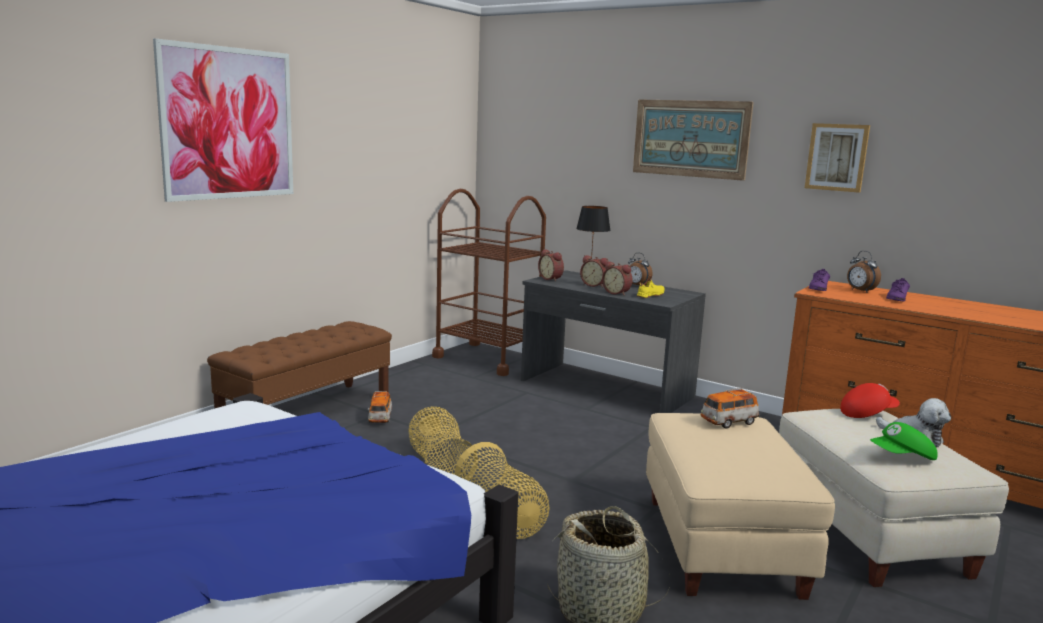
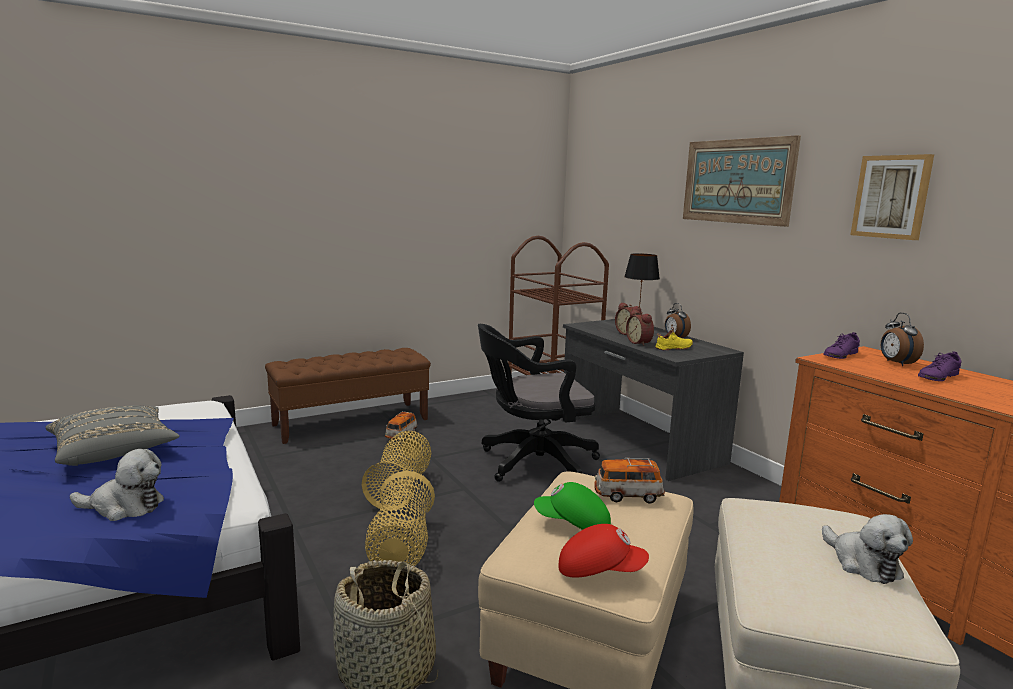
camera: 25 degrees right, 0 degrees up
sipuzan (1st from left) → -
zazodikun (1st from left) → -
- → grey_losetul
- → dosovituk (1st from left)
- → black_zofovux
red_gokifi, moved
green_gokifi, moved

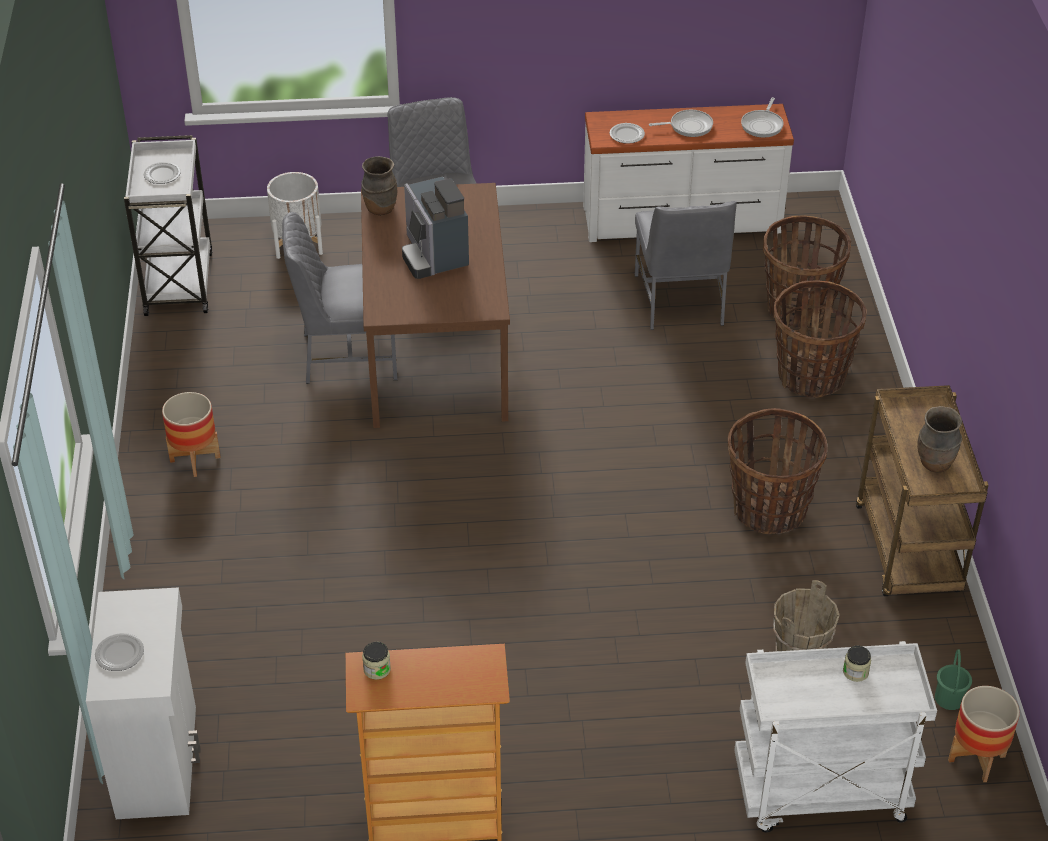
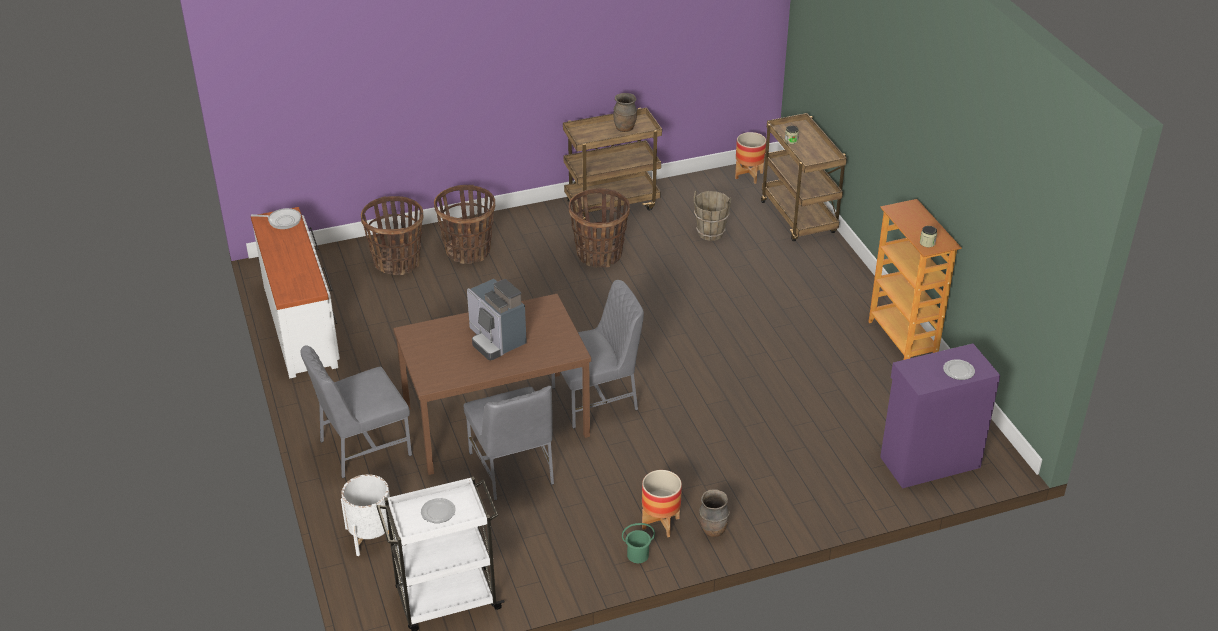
camera: 105 degrees left, 5 degrees down
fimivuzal (3rd from left) → -
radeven (1st from left) → -
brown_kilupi (1st from left in the first image) → brown_kilupi (2nd from left), moved
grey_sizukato (3rd from left), moved
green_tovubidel, moved
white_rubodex → purple_rubodex
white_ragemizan (2nd from left) → brown_ragemizan (2nd from left)
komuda, 90 degrees clockwise

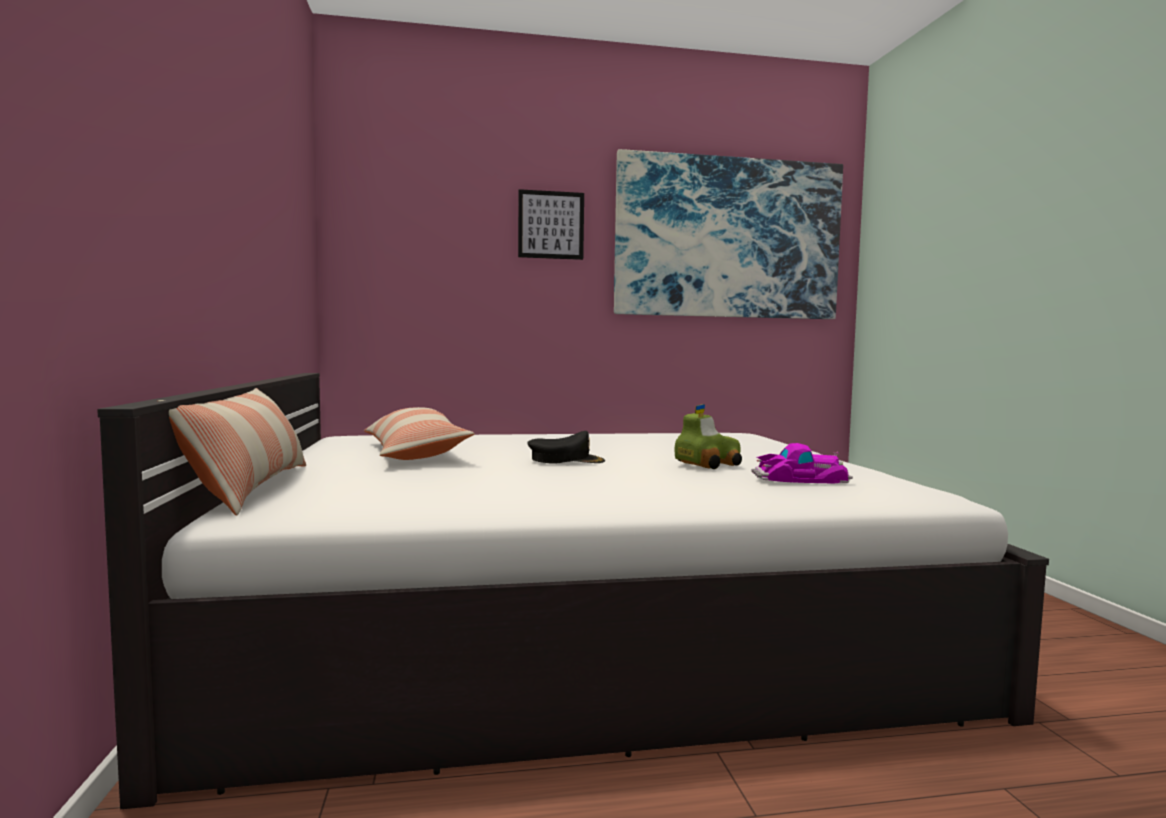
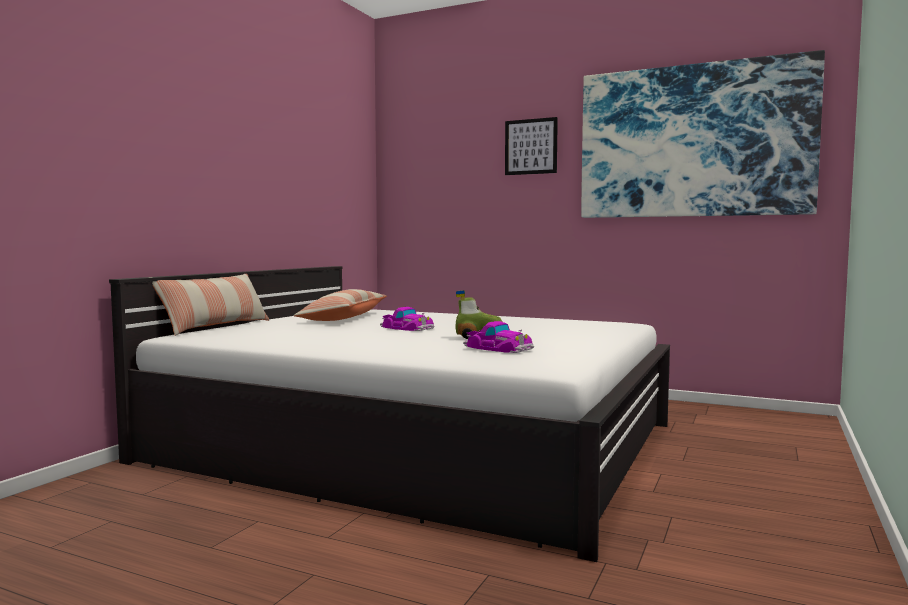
camera: 35 degrees right, 0 degrees up
black_gokifi → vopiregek (1st from left)

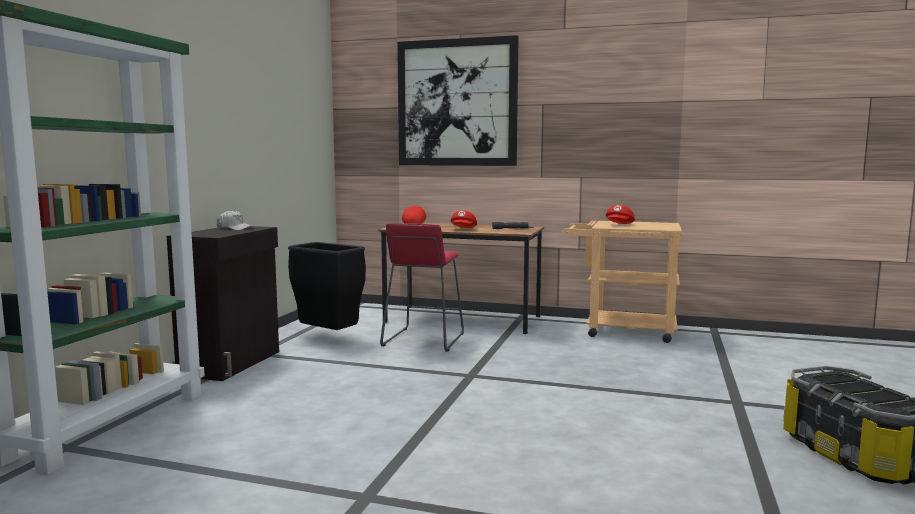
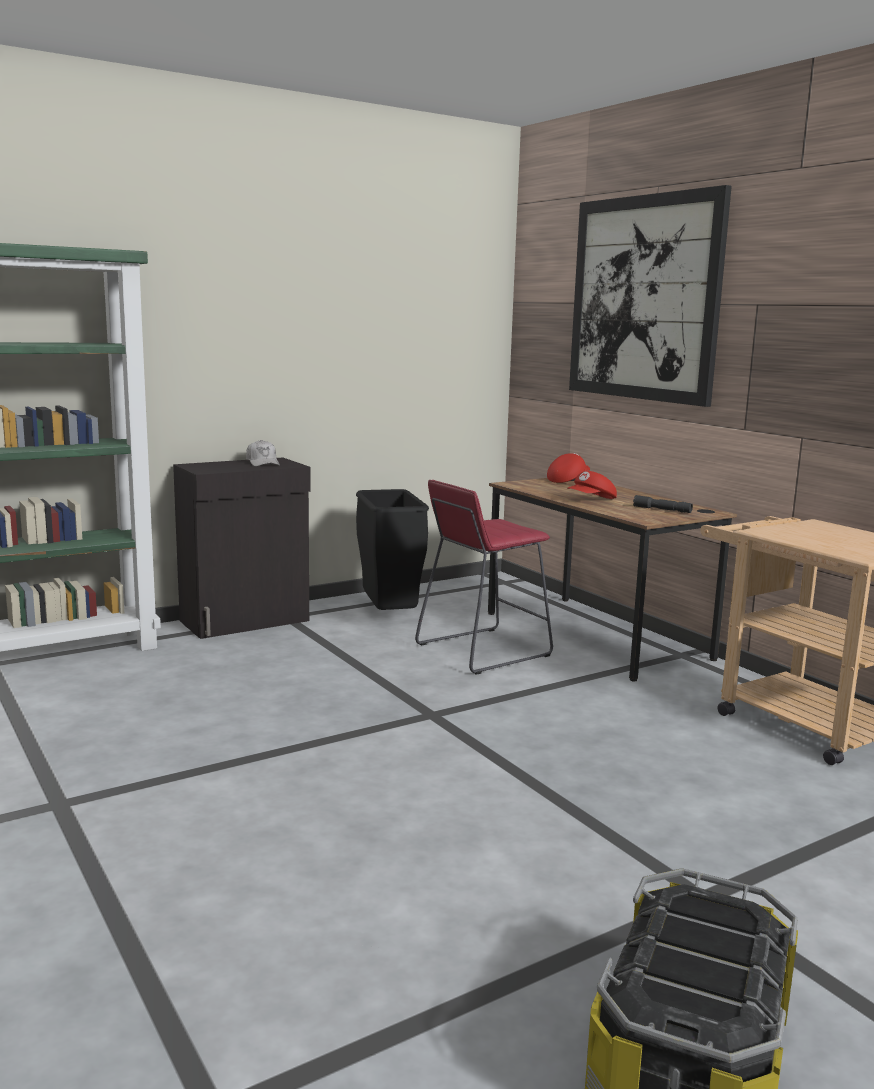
camera: 40 degrees right, 5 degrees up
red_gokifi (3rd from left) → -

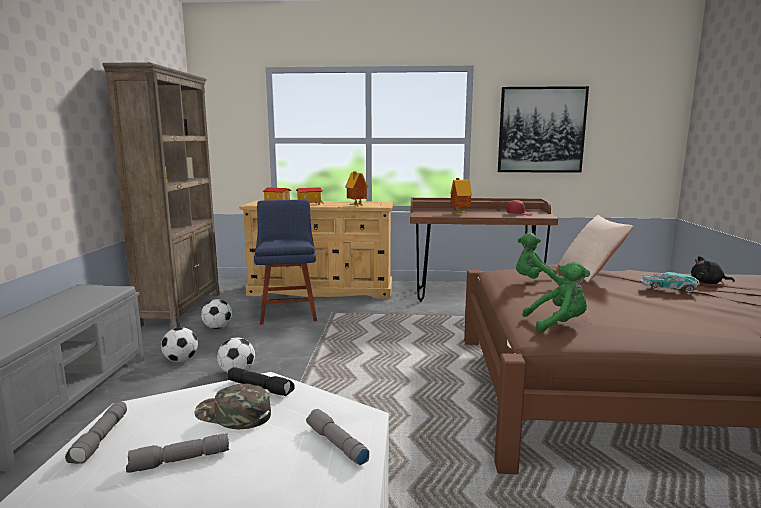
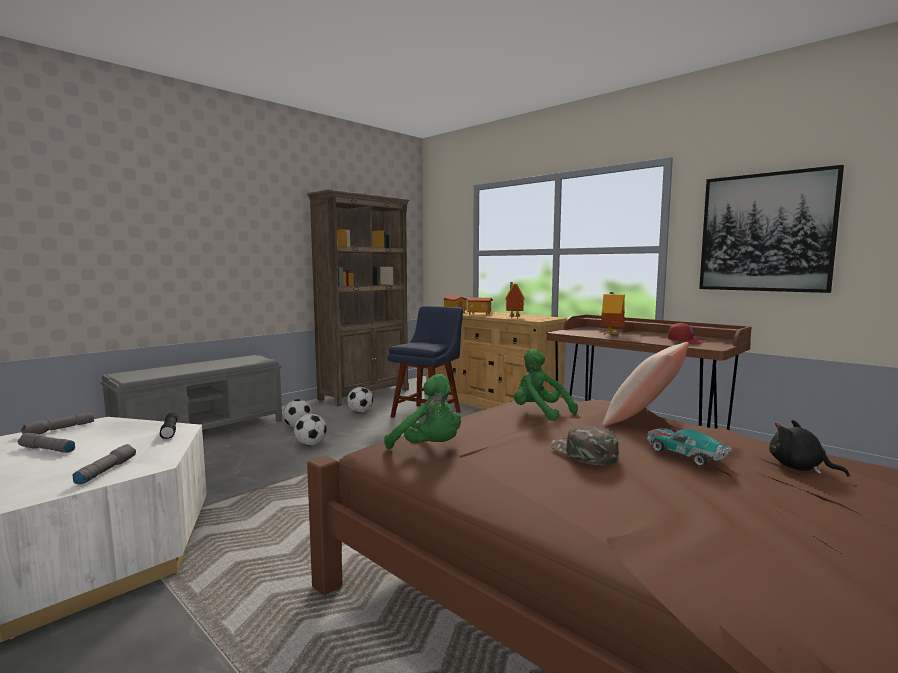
camera: 40 degrees right, 5 degrees down
green_gokifi, moved

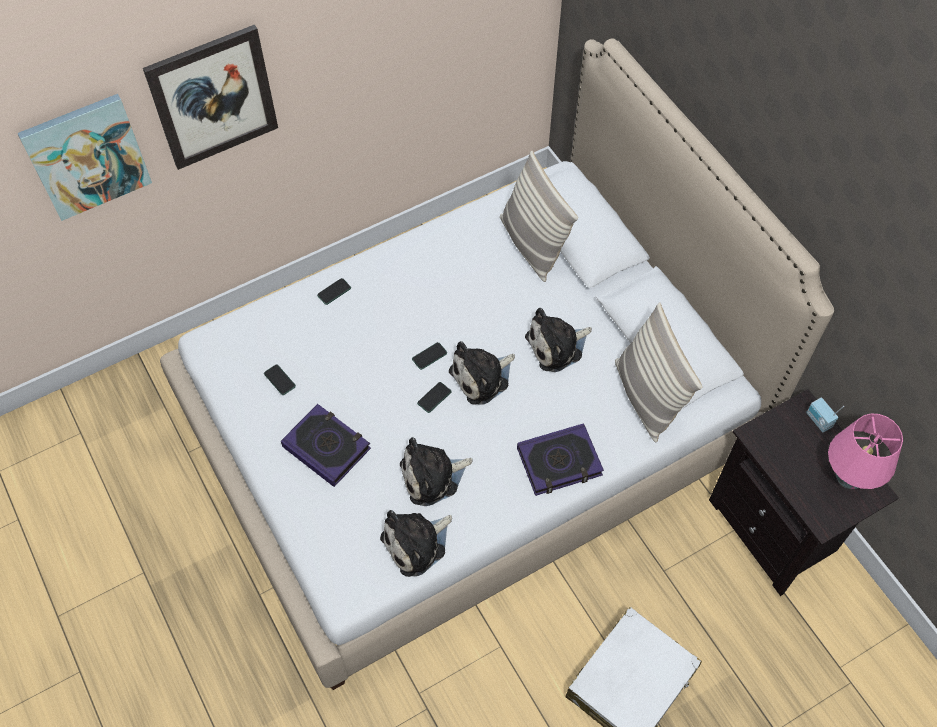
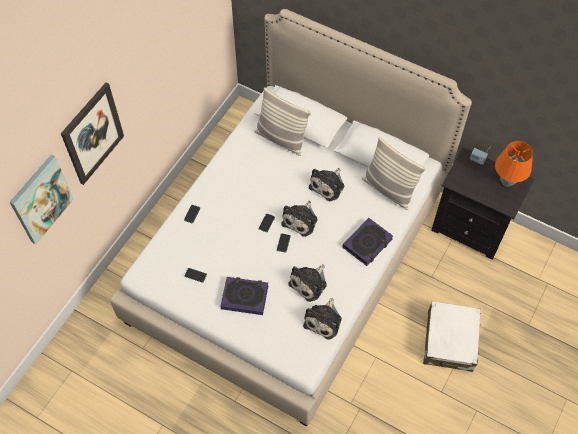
camera: 30 degrees left, 0 degrees up
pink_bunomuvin → orange_bunomuvin

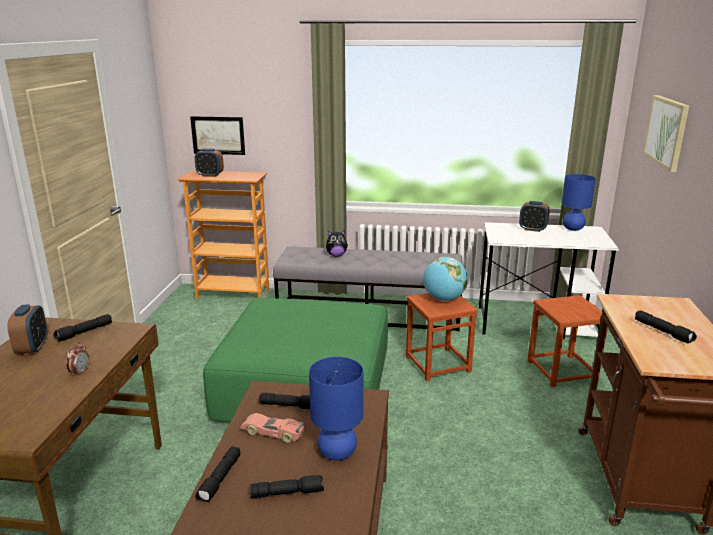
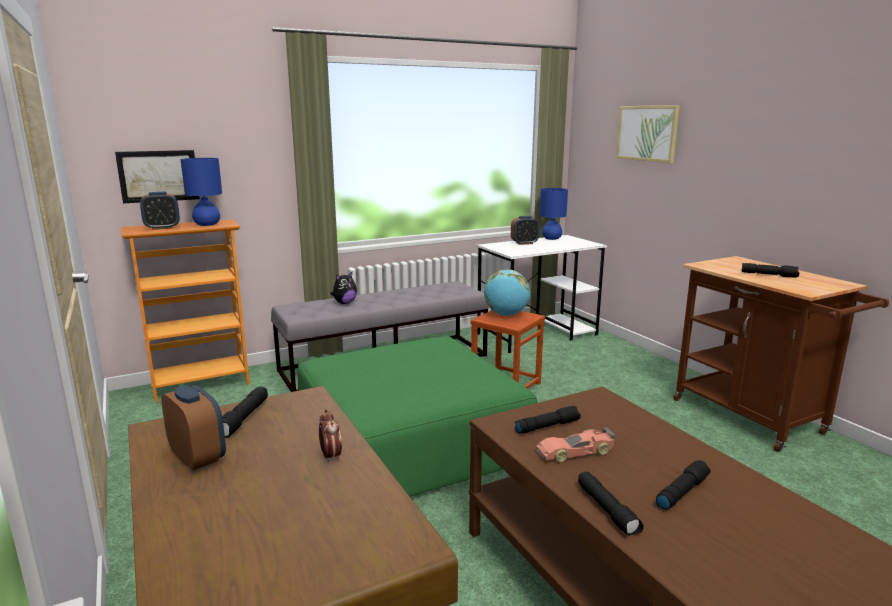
camera: 35 degrees left, 5 degrees down
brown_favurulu (2nd from left) → -
blue_bunomuvin (1st from left), moved

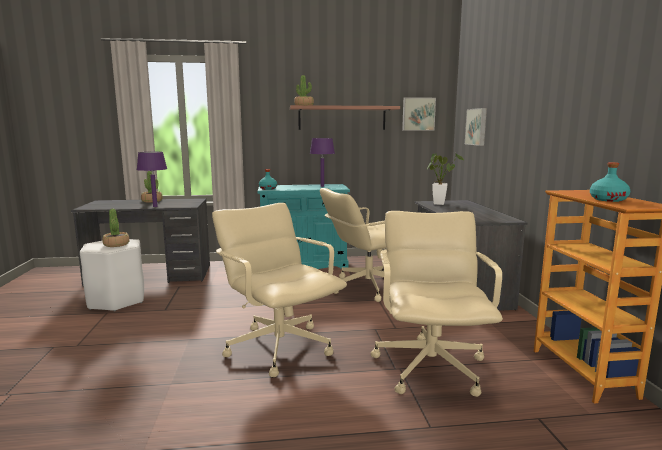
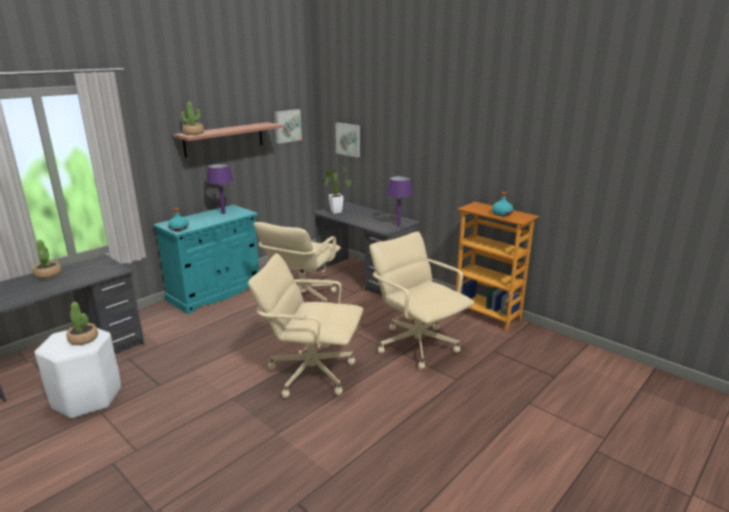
camera: 40 degrees left, 10 degrees up
purple_bunomuvin (1st from left in the first image) → purple_bunomuvin (2nd from left), moved

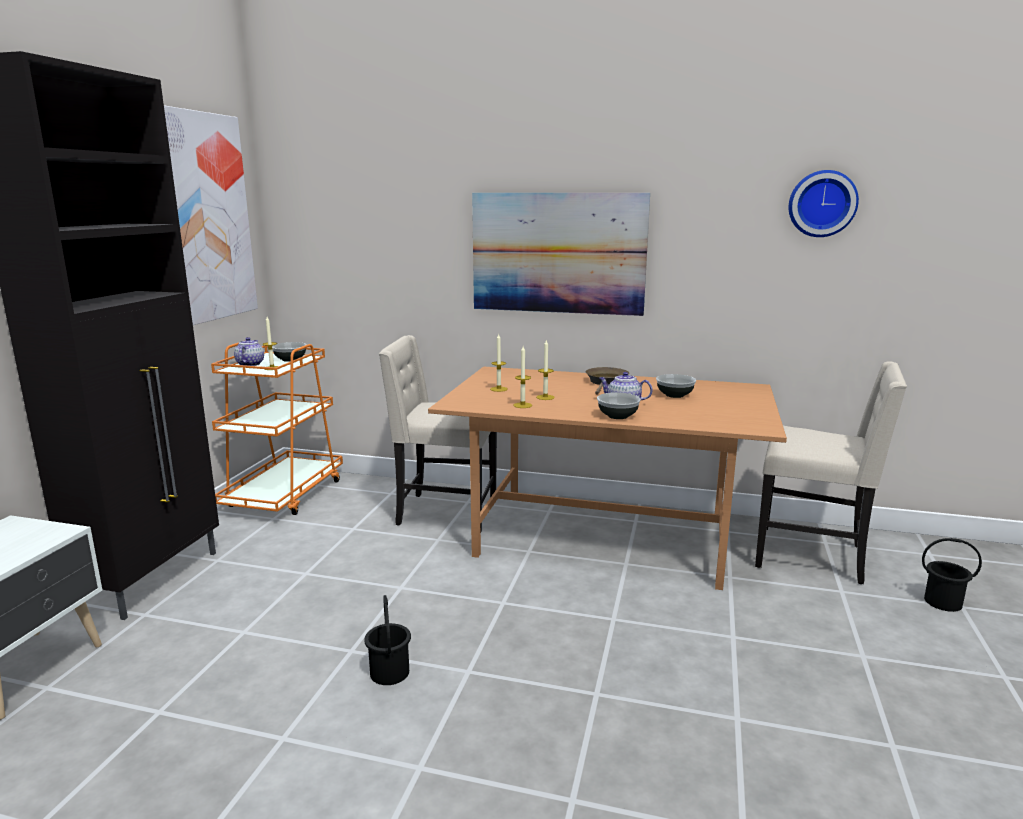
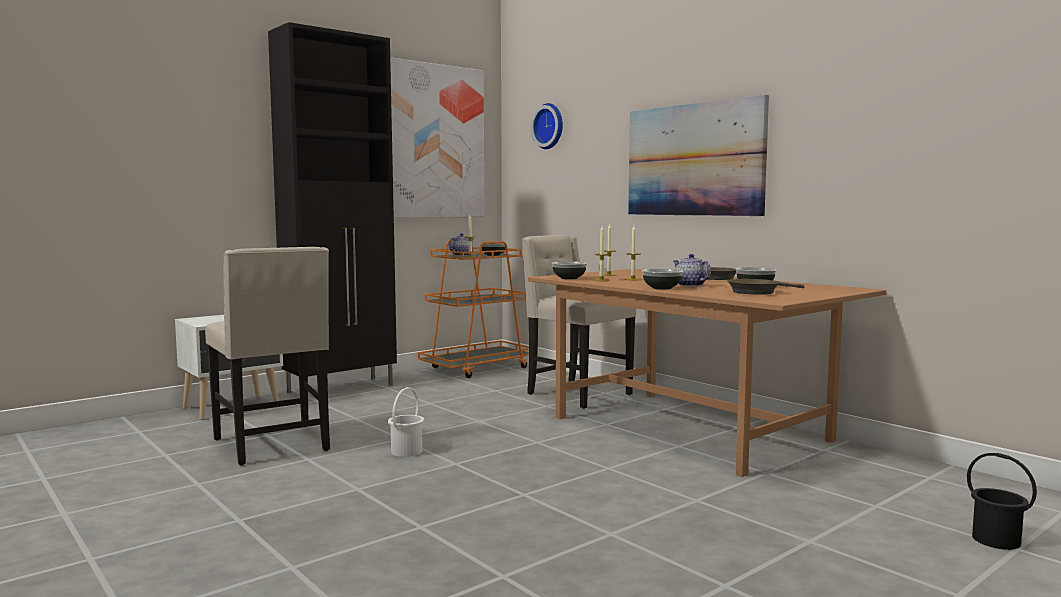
camera: 35 degrees right, 10 degrees down
- → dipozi (2nd from left)
- → brown_radeven (2nd from left)
beige_sizukato (2nd from left in the first image) → beige_sizukato (1st from left), moved
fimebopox, moved
black_tovubidel (1st from left) → white_tovubidel

